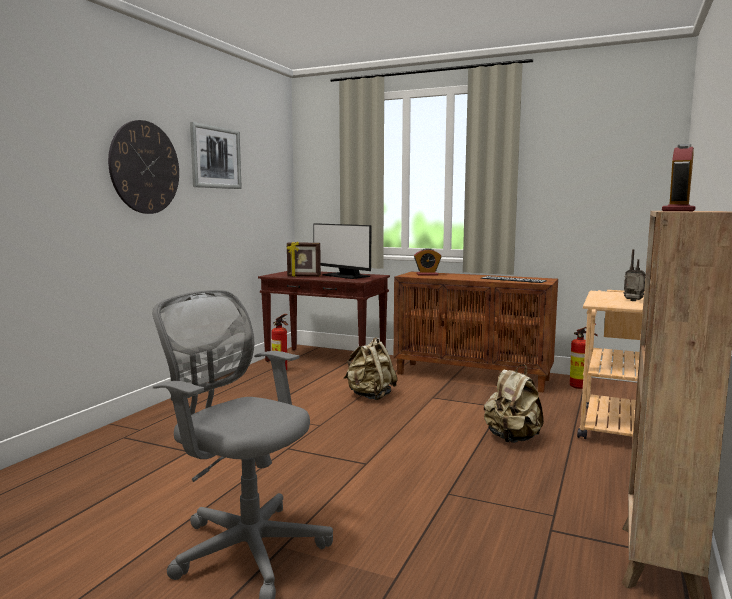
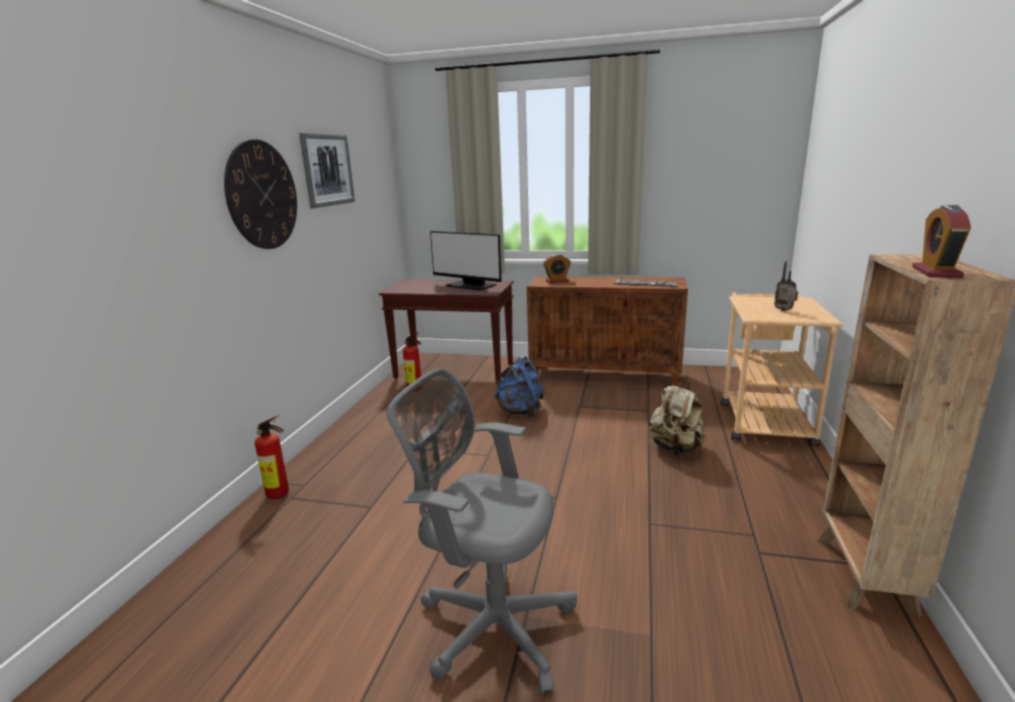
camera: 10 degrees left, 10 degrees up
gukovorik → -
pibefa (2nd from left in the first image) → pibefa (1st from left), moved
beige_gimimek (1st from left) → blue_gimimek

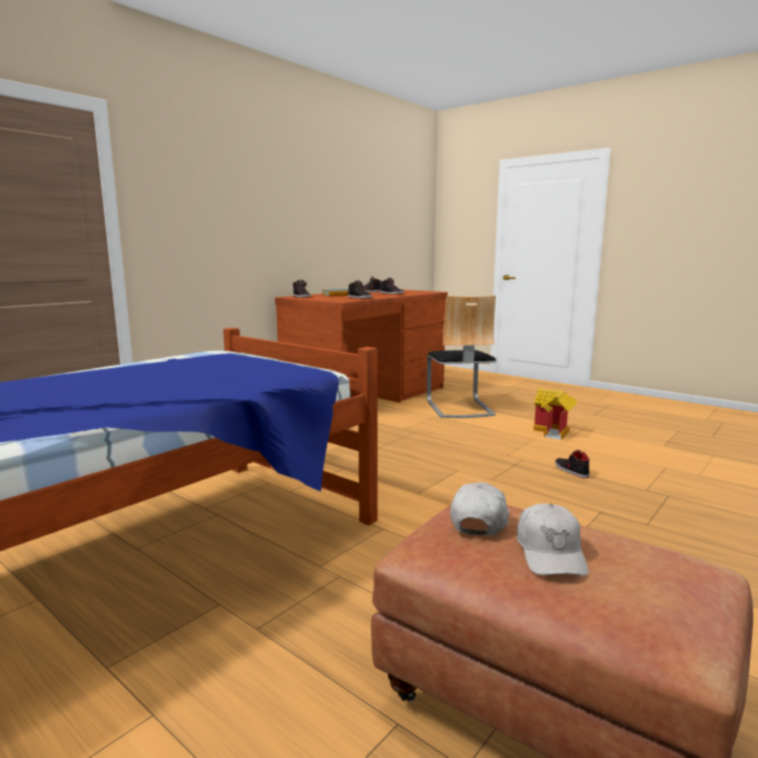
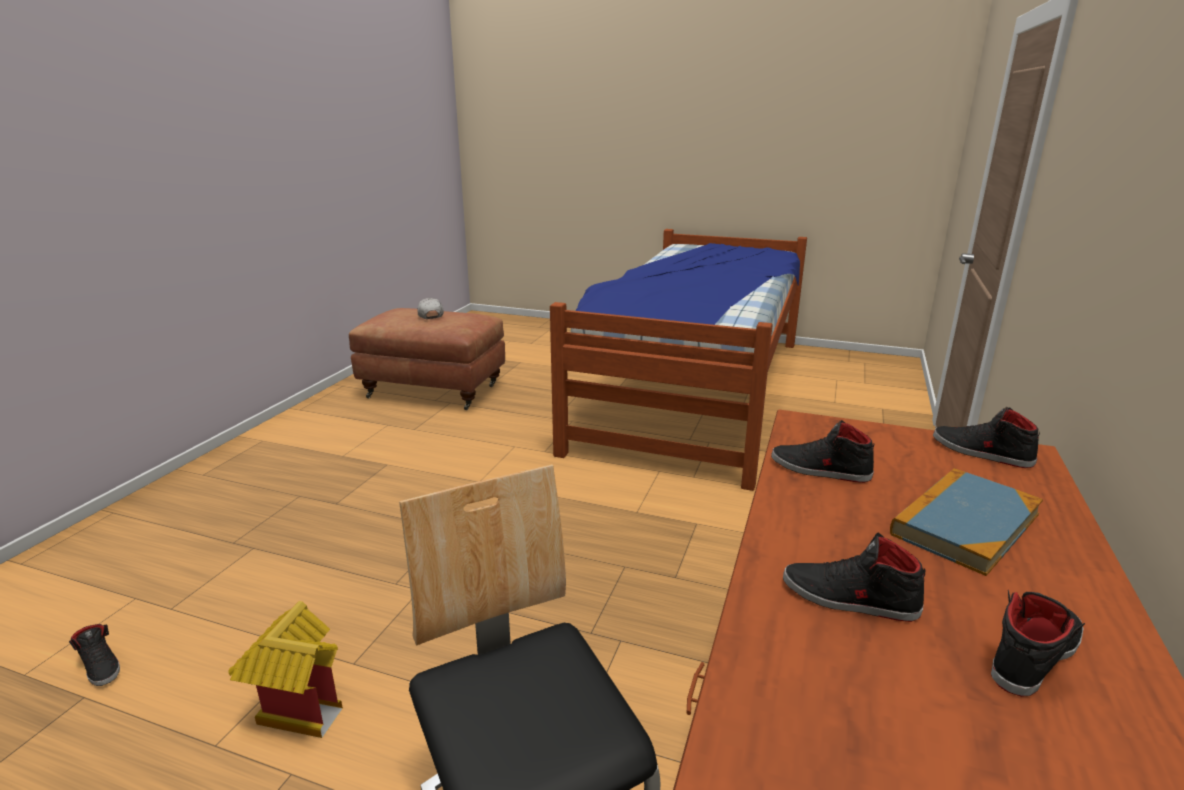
camera: 160 degrees right, 10 degrees up
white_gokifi (1st from left) → -
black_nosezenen (5th from left in the first image) → black_nosezenen (1st from left), moved

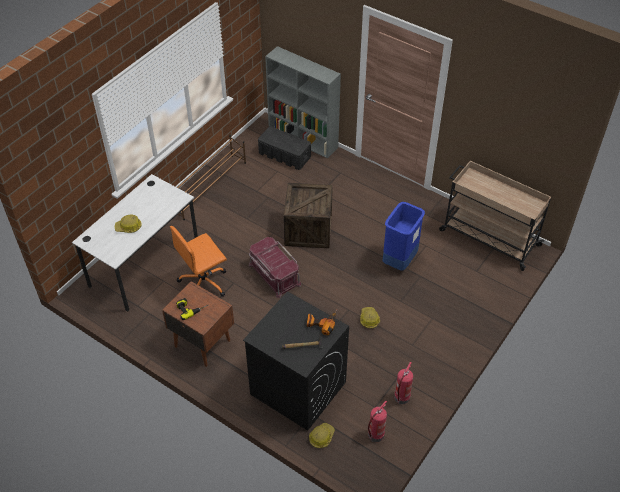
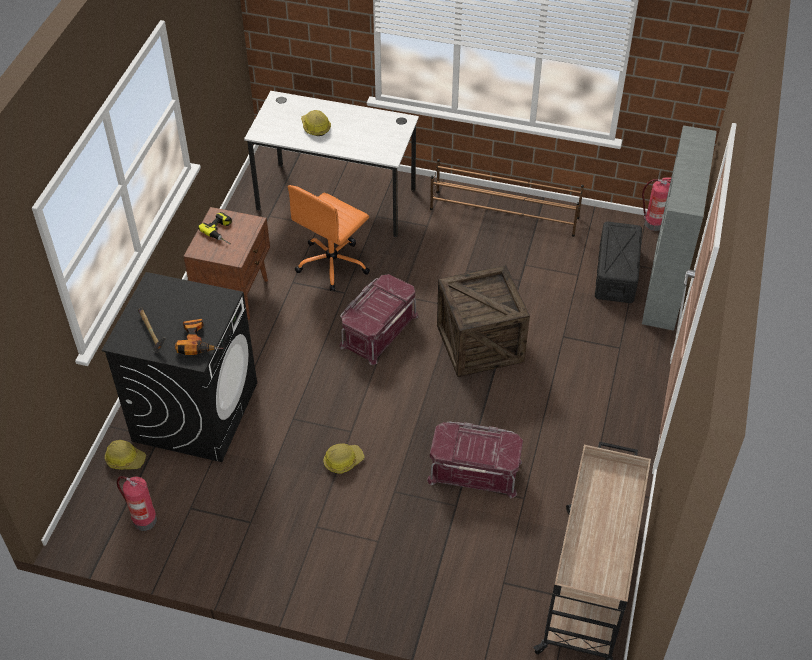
camera: 70 degrees right, 0 degrees up
pibefa (2nd from left), moved
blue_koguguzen → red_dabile (2nd from left)
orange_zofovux, 90 degrees counterclockwise

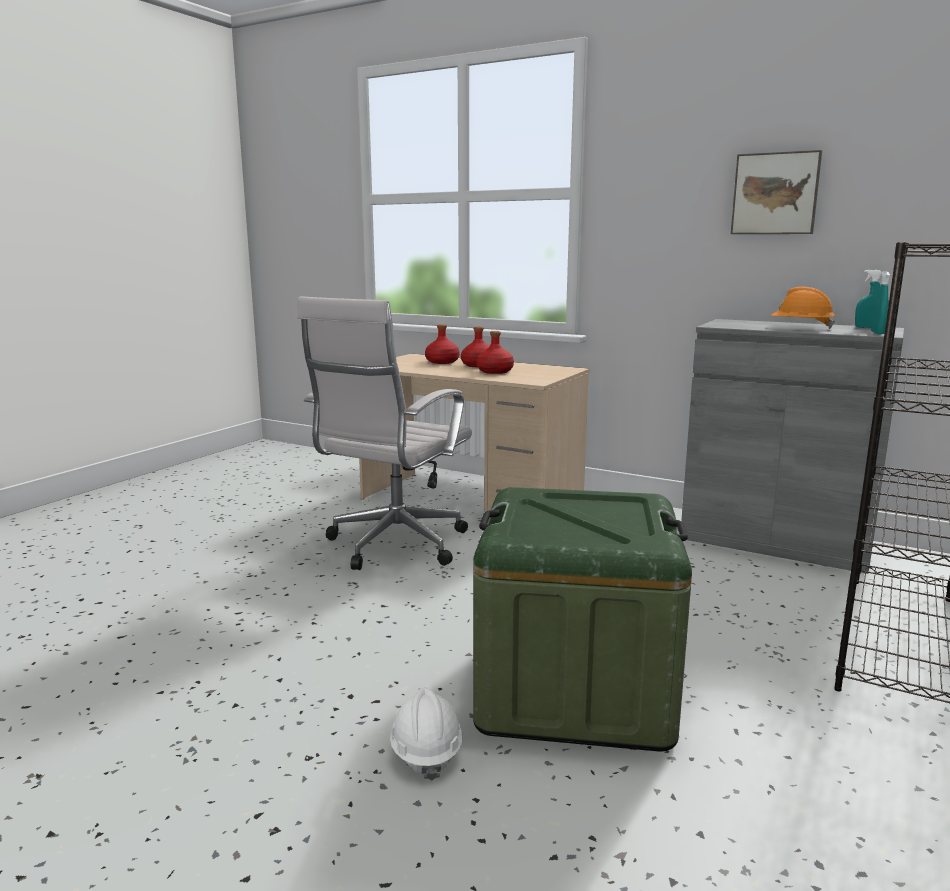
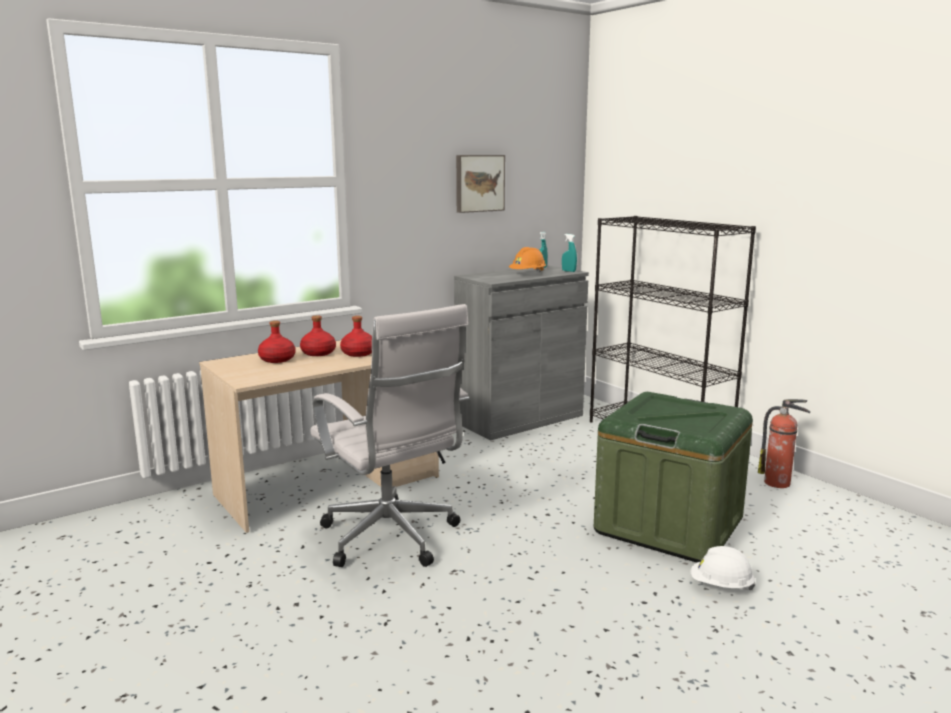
camera: 65 degrees left, 0 degrees up
- → pibefa

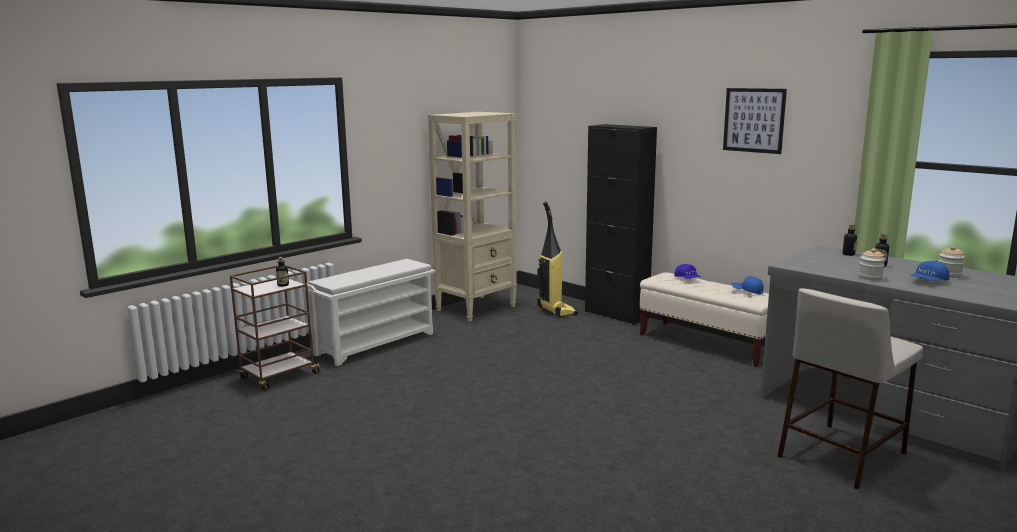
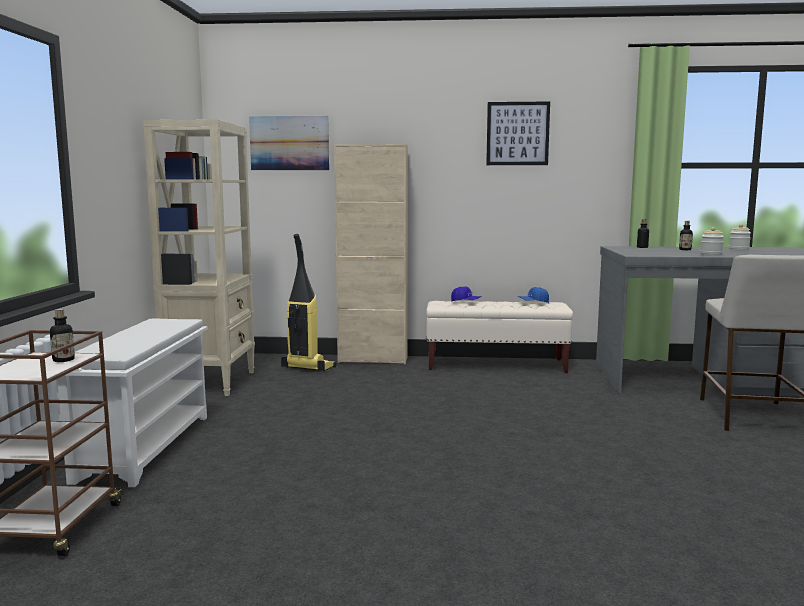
camera: 40 degrees left, 5 degrees down
blue_gokifi (3rd from left) → -
- → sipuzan (1st from left)
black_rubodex → beige_rubodex

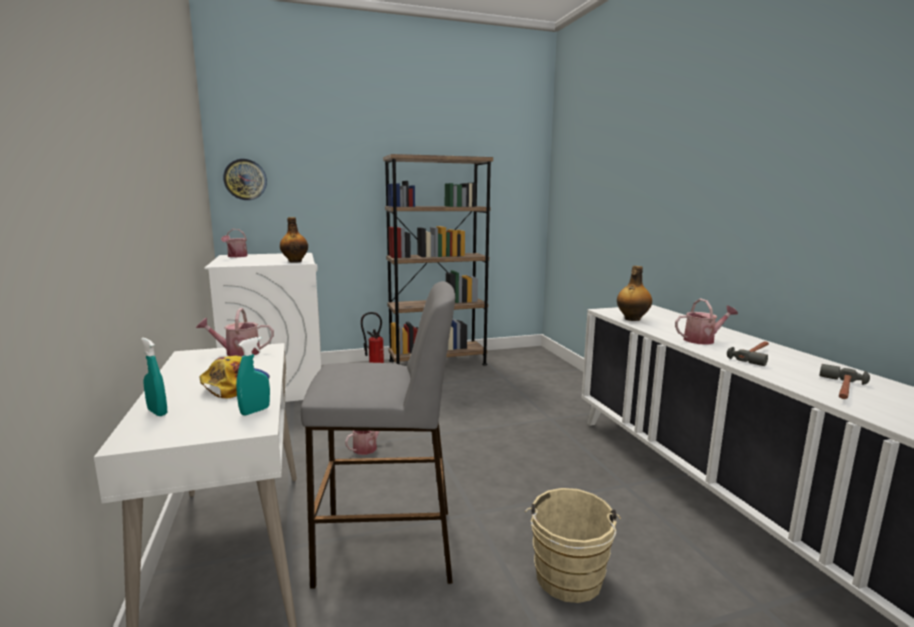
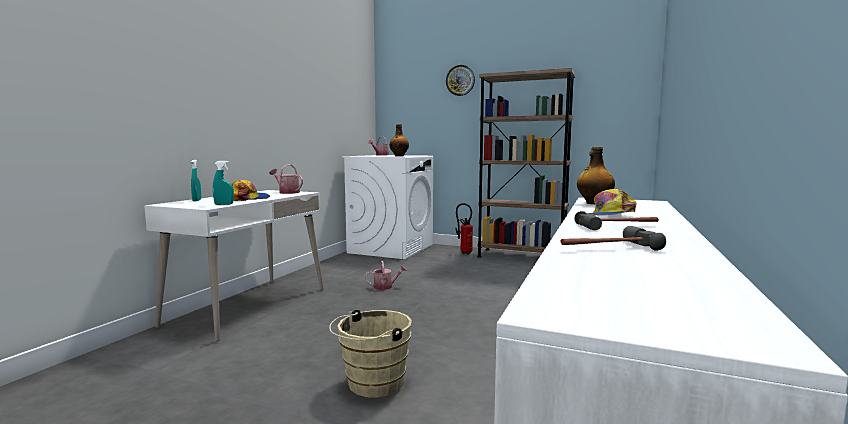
camera: 40 degrees right, 5 degrees down
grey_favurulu → -
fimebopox, moved
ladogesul (4th from left) → gokifi (2nd from left)

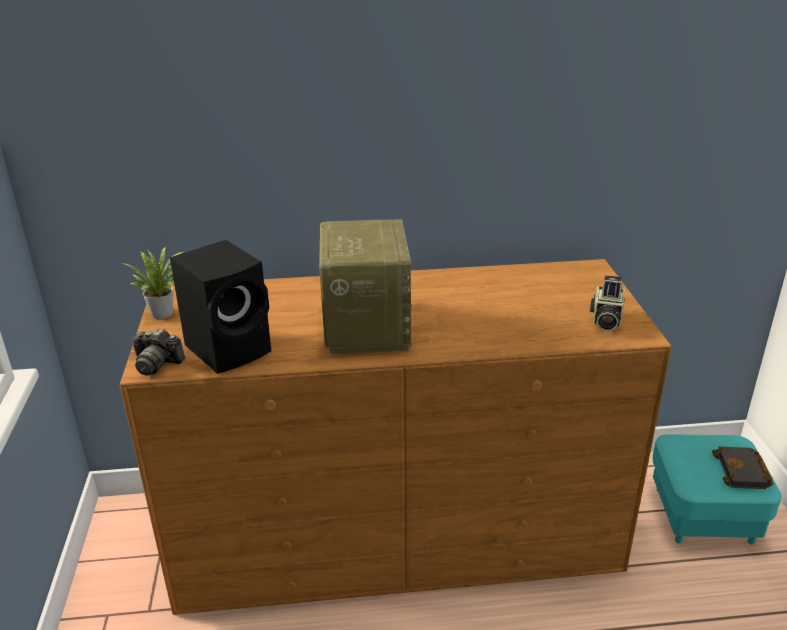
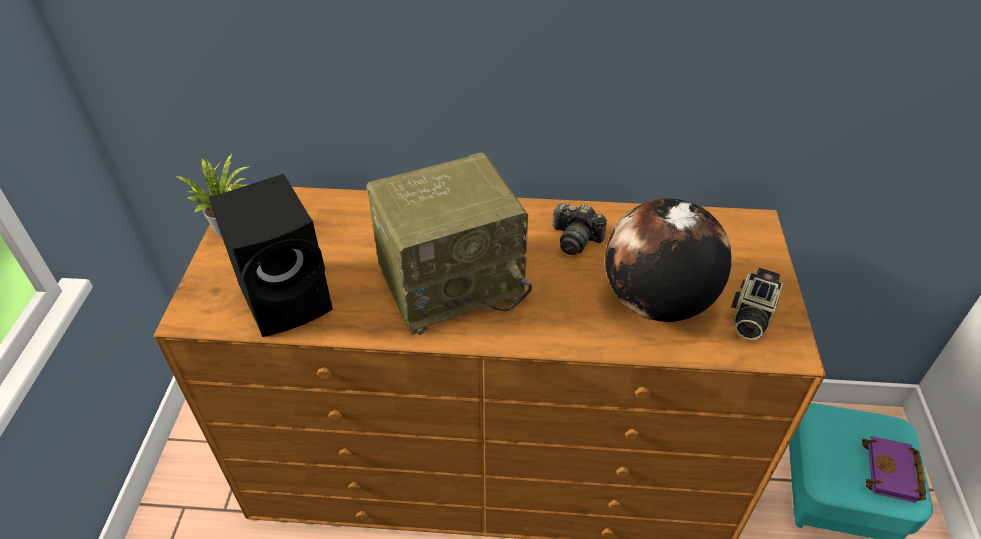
camera: 10 degrees right, 15 degrees up
- → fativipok
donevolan (1st from left), moved
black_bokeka → purple_bokeka
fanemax, 60 degrees clockwise

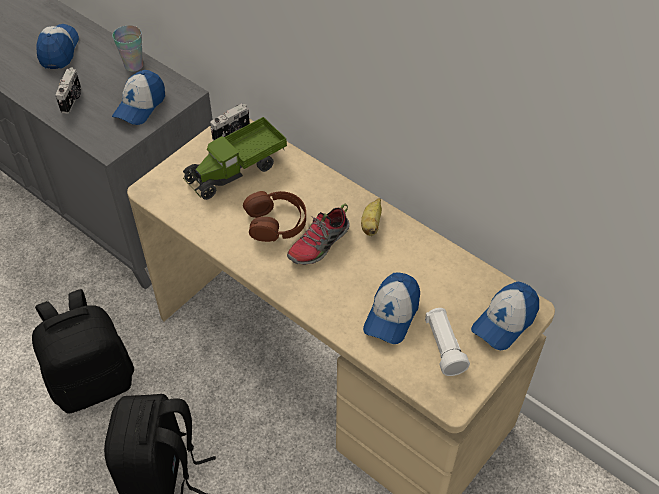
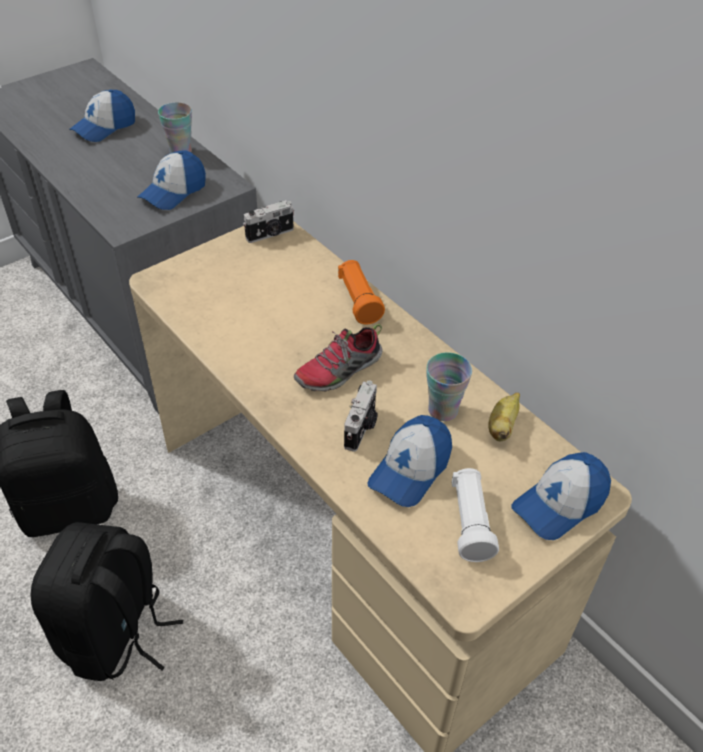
camera: 10 degrees right, 5 degrees down
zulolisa → -
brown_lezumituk → -
- → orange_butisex
- → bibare (2nd from left)
donevolan (1st from left in the first image) → donevolan (2nd from left), moved
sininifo, moved
gokifi (1st from left), 150 degrees counterclockwise

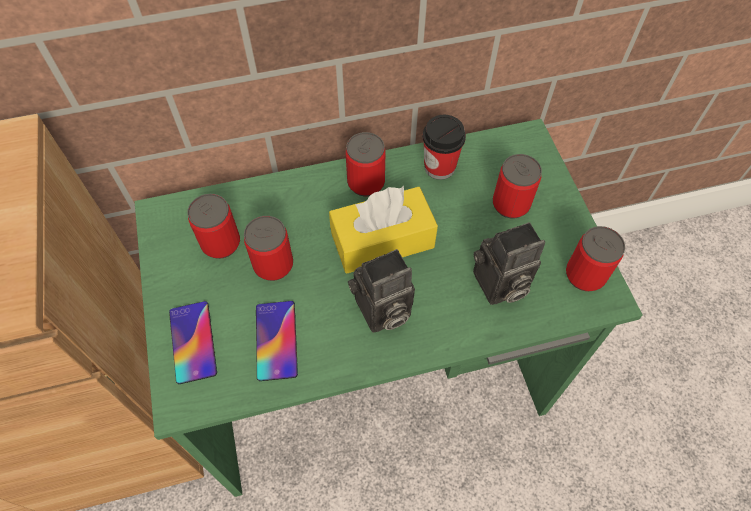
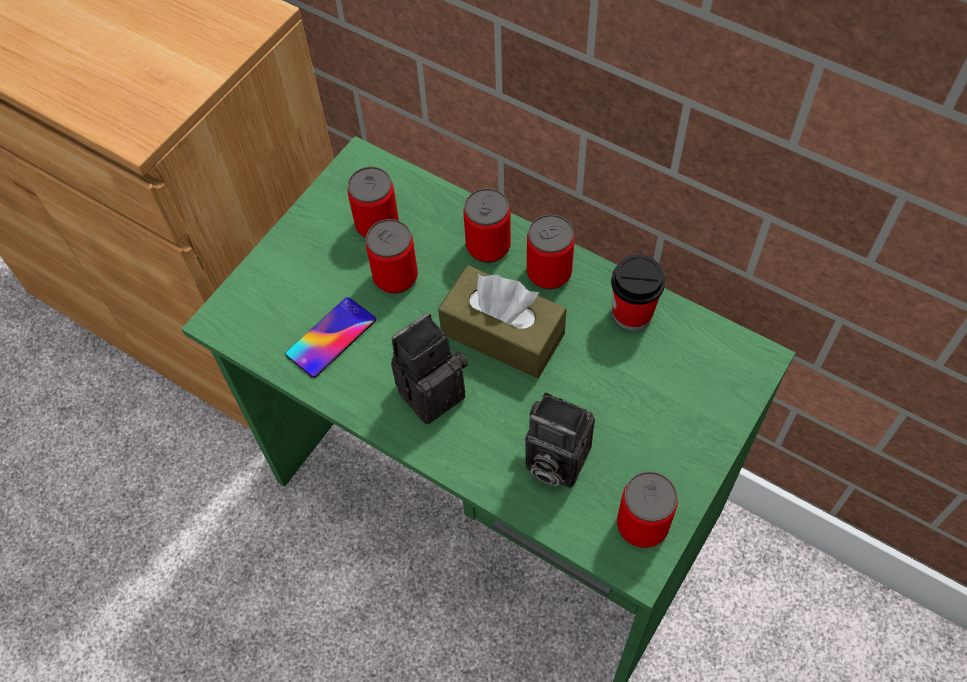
camera: 50 degrees right, 0 degrees up
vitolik (1st from left) → -
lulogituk (4th from left in the first image) → lulogituk (3rd from left), moved
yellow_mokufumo → brown_mokufumo
donevolan (1st from left), 120 degrees clockwise

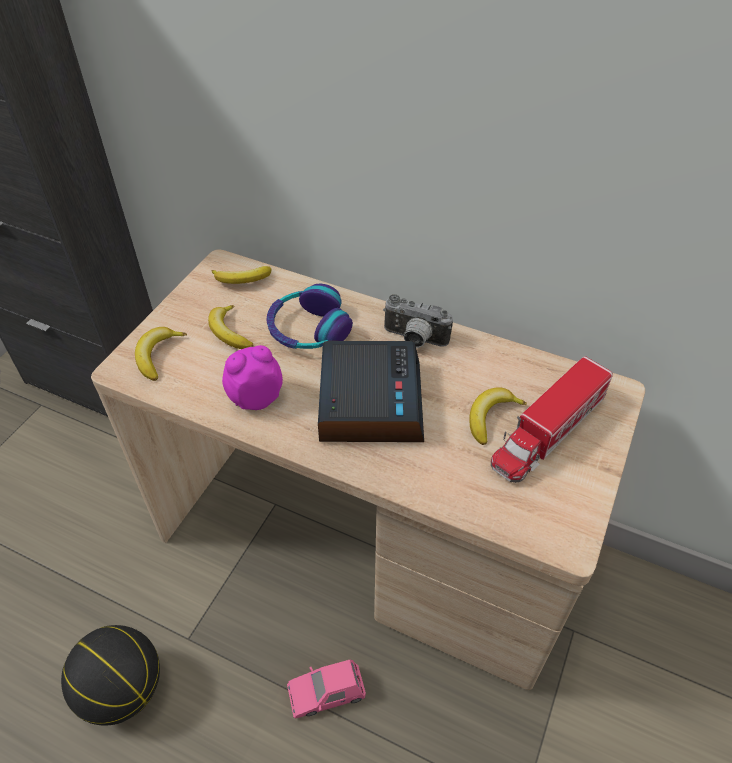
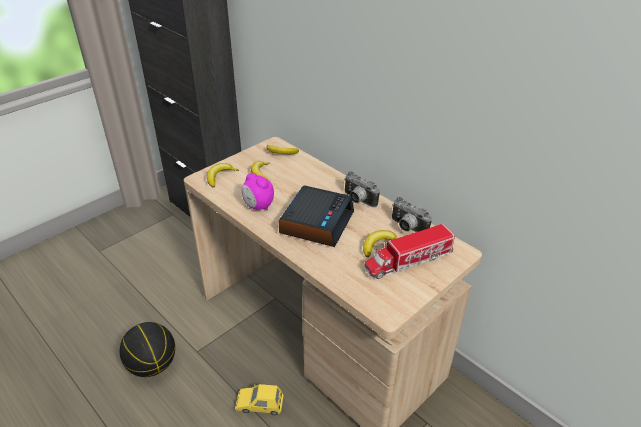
camera: 20 degrees right, 10 degrees down
lezumituk → -
- → donevolan (2nd from left)
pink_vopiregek → yellow_vopiregek
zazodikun (1st from left), 135 degrees counterclockwise

